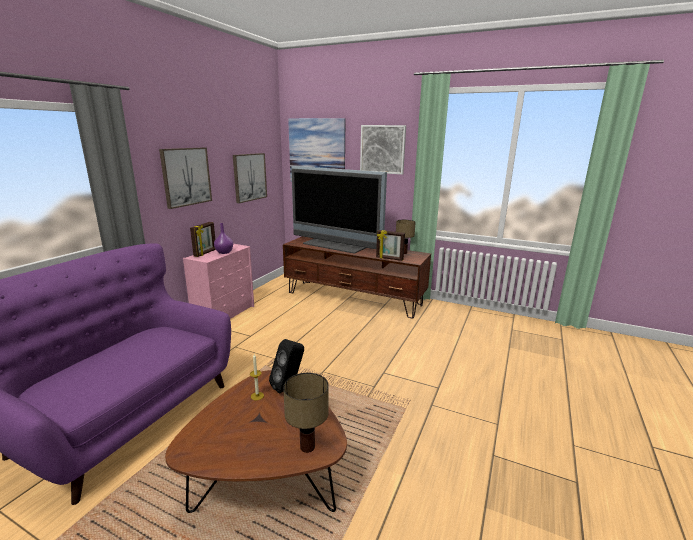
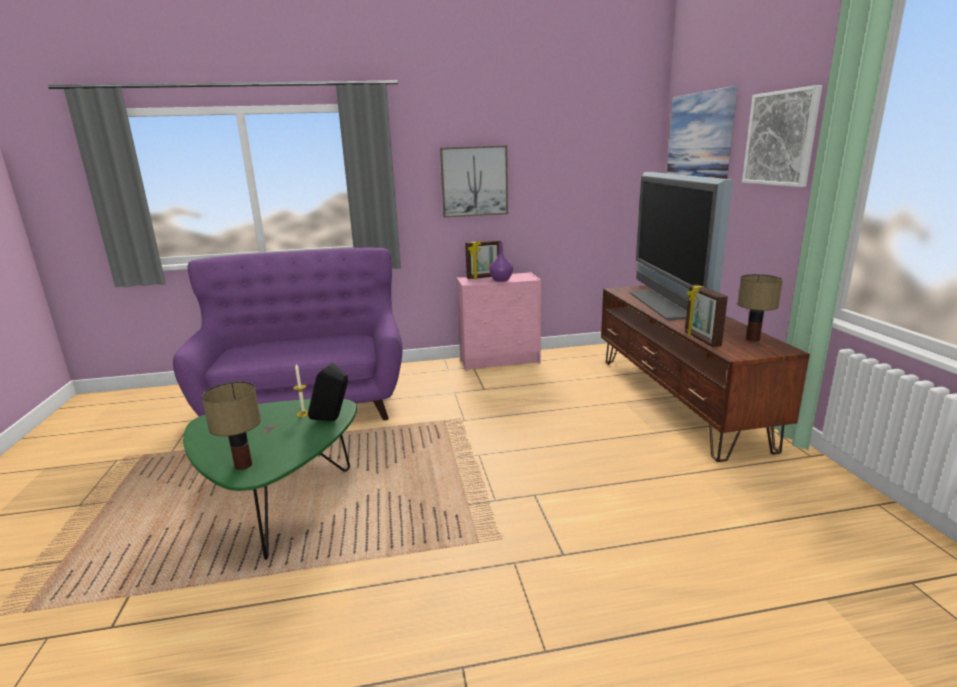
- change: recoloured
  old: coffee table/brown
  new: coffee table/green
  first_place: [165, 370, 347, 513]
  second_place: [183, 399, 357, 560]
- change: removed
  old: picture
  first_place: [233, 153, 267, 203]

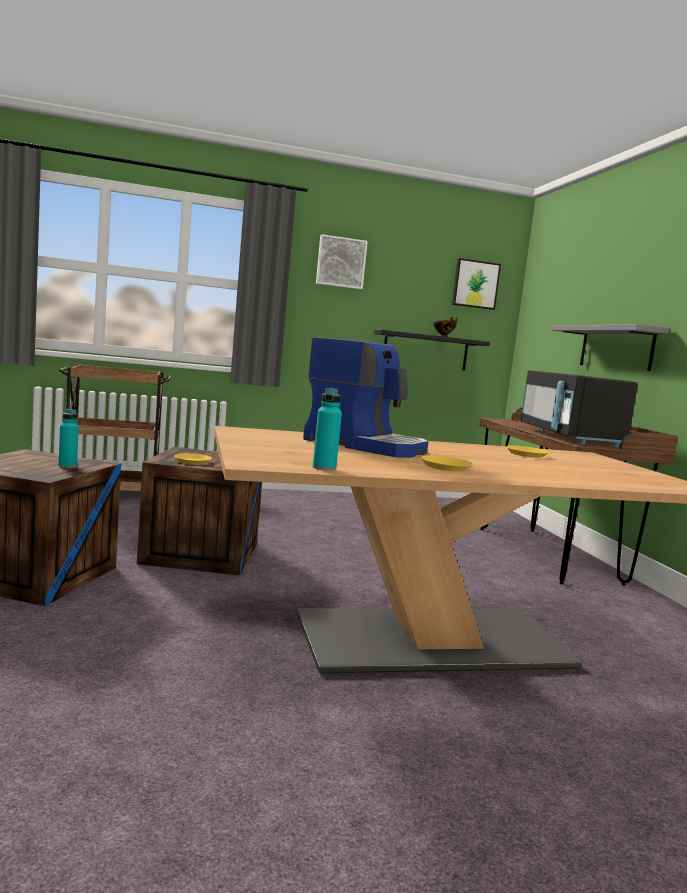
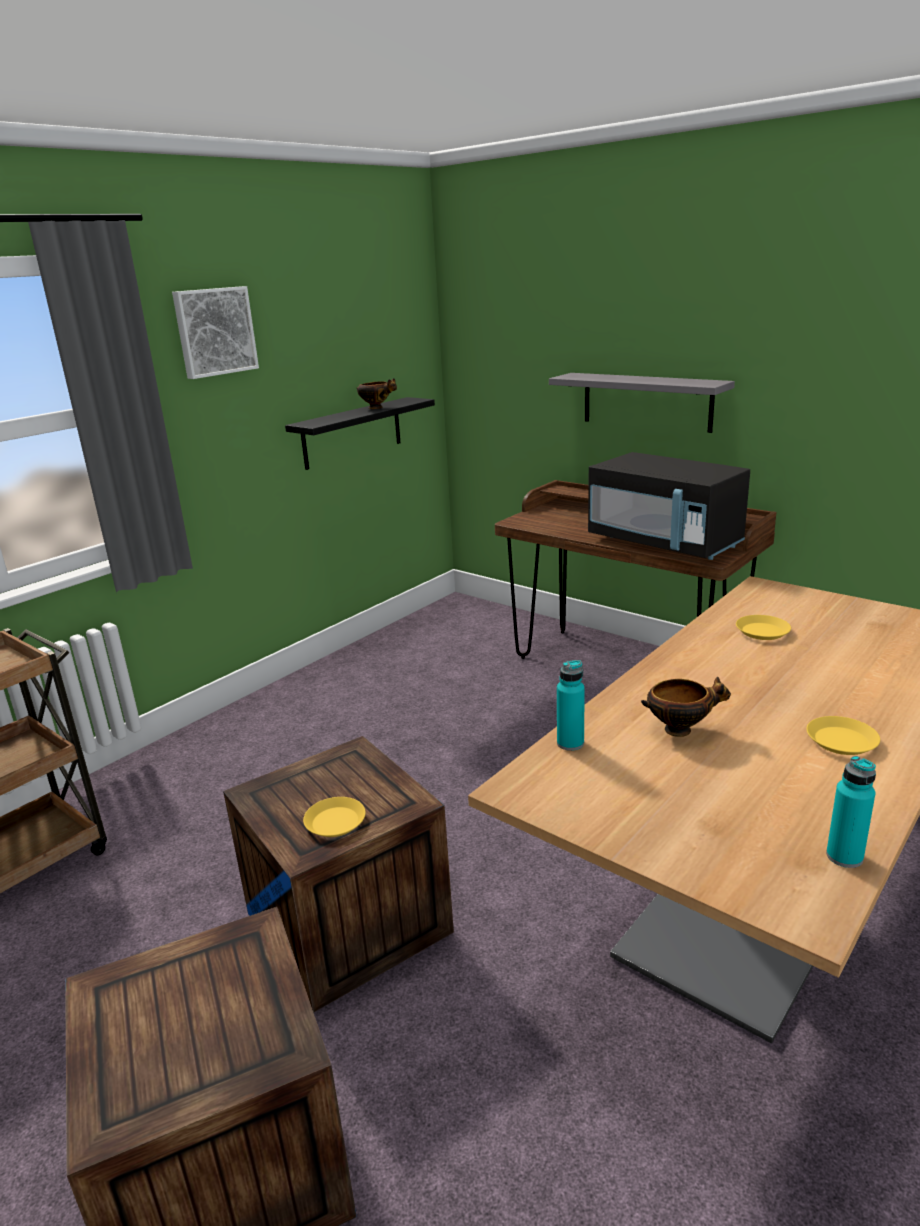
- change: moved
  old: drink bottle/blue-green
  first_place: [58, 409, 79, 468]
  second_place: [557, 660, 585, 751]
- change: replaced
  old: coffee brewer
  new: bowl
  first_place: [303, 337, 428, 458]
  second_place: [641, 676, 731, 737]
- change: removed
  old: picture
  first_place: [452, 258, 501, 310]

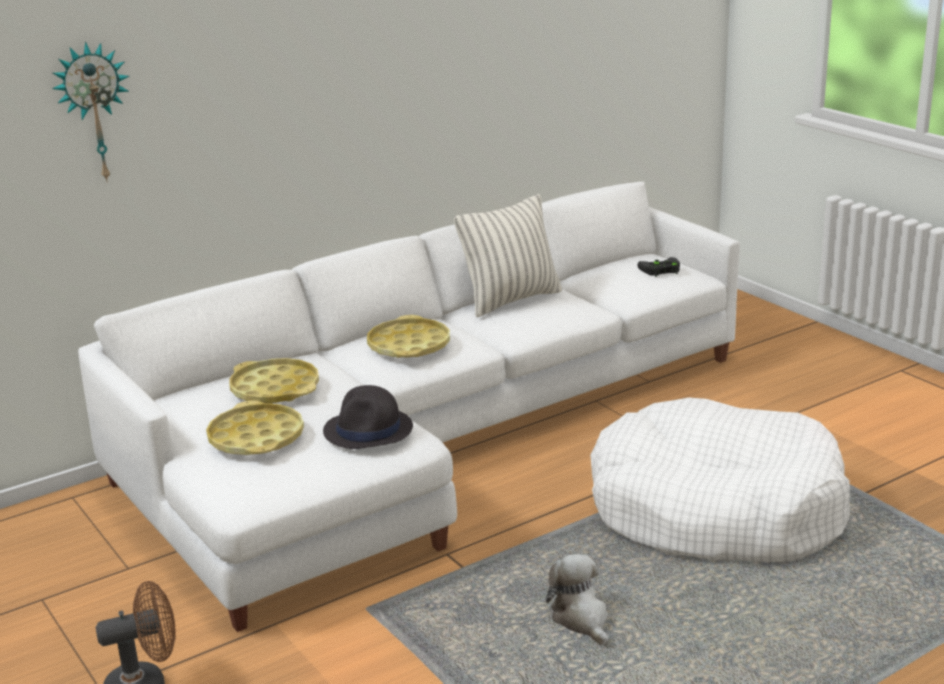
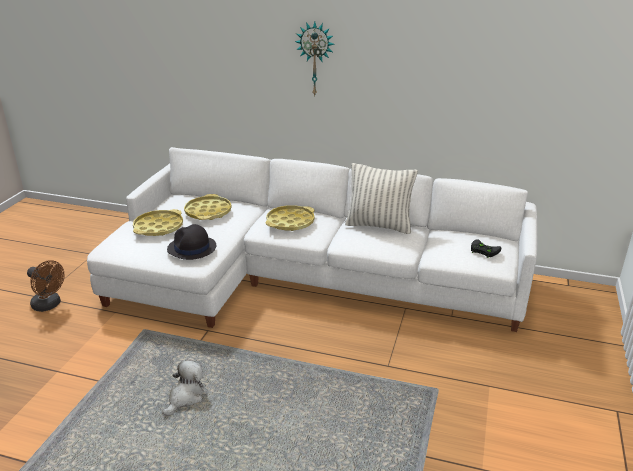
- change: moved
  old: hanging clock
  first_place: [52, 42, 130, 181]
  second_place: [295, 21, 334, 97]
- change: removed
  old: dog bed/white
  first_place: [590, 397, 850, 562]

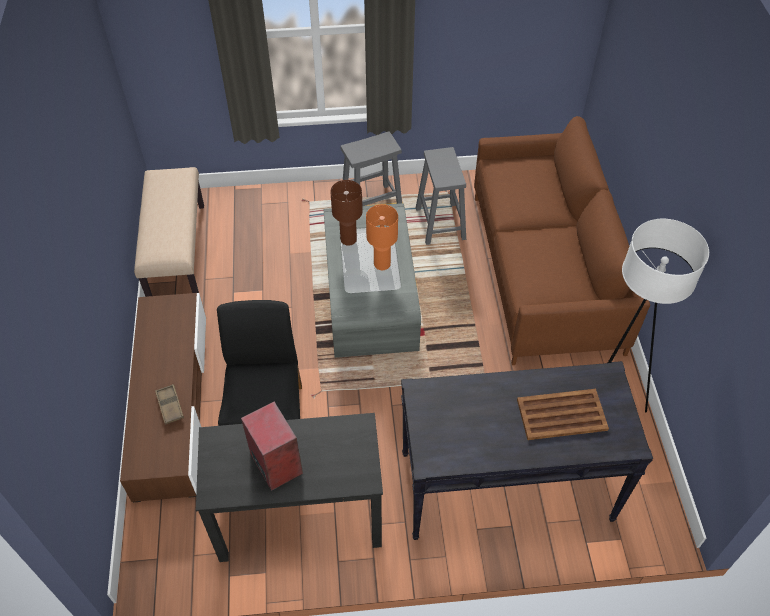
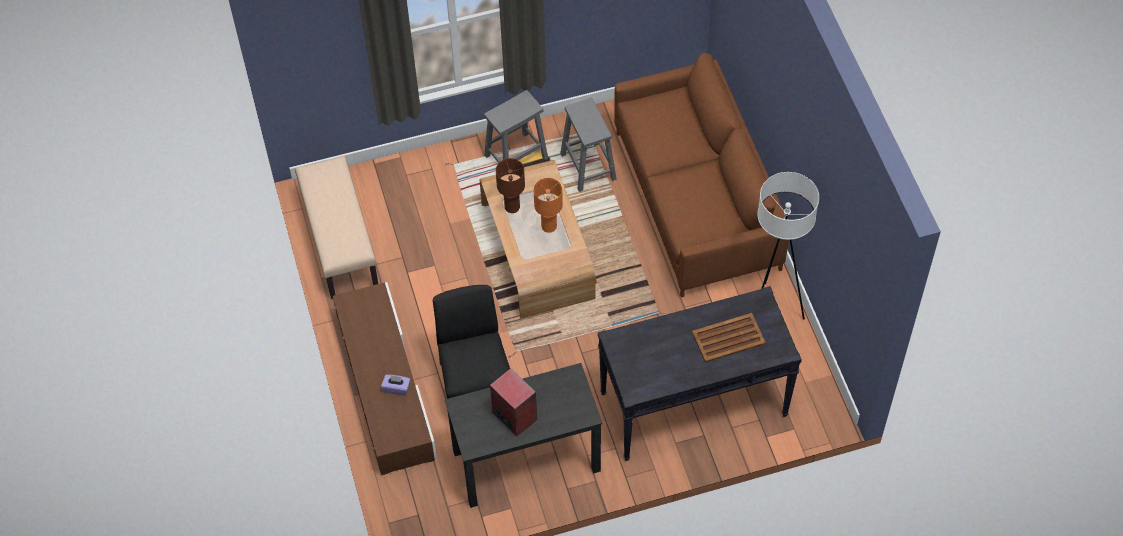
- change: replaced
  old: serving tray/brown
  new: tissue holder/purple
  first_place: [155, 384, 184, 425]
  second_place: [381, 375, 410, 395]
- change: recoloured
  old: coffee table/greyish
  new: coffee table/brown
  first_place: [323, 203, 421, 358]
  second_place: [480, 160, 595, 319]

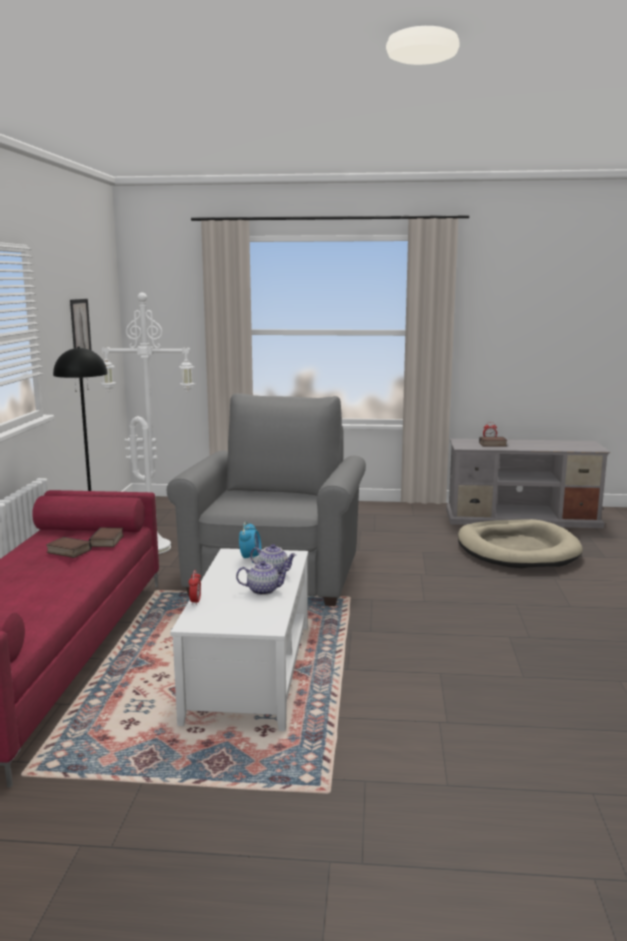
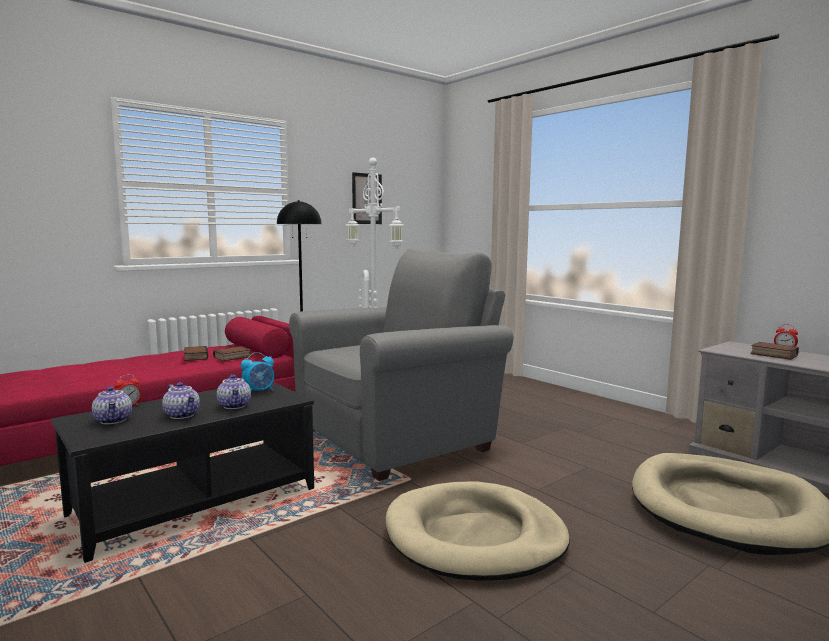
- change: recoloured
  old: coffee table/white
  new: coffee table/black
  first_place: [170, 548, 308, 731]
  second_place: [51, 382, 314, 563]
- change: added
  new: pot for tea
  second_place: [92, 387, 132, 424]
- change: added
  new: dog bed/beige
  second_place: [385, 481, 570, 581]

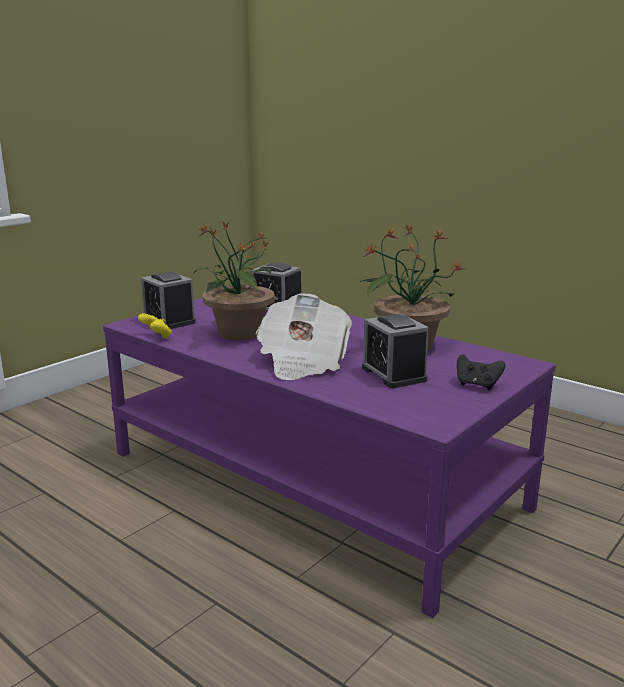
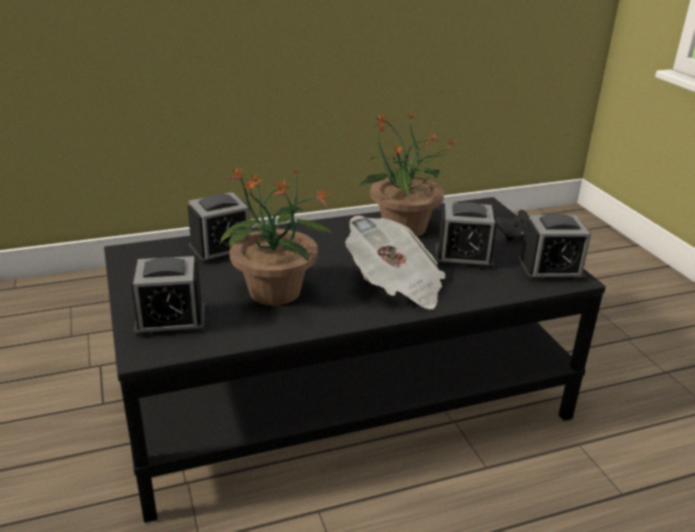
- change: recoloured
  old: coffee table/purple
  new: coffee table/black
  first_place: [103, 298, 556, 618]
  second_place: [104, 197, 606, 523]
- change: removed
  old: joypad/yellow
  first_place: [138, 314, 172, 339]
- change: added
  new: alarm clock
  second_place: [518, 214, 591, 281]

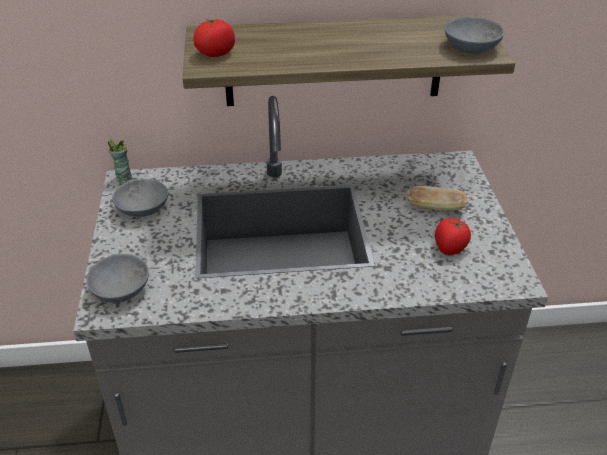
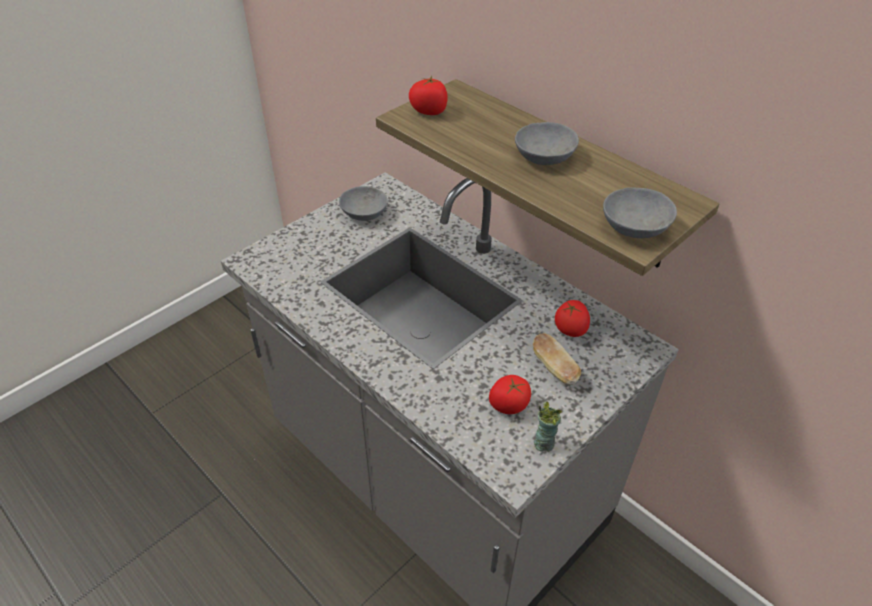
- change: moved
  old: bowl/greyish
  first_place: [86, 254, 149, 303]
  second_place: [515, 122, 579, 165]
- change: moved
  old: small cup
  first_place: [108, 139, 132, 183]
  second_place: [534, 402, 562, 452]
- change: added
  new: whole tomato
  second_place: [555, 300, 590, 337]

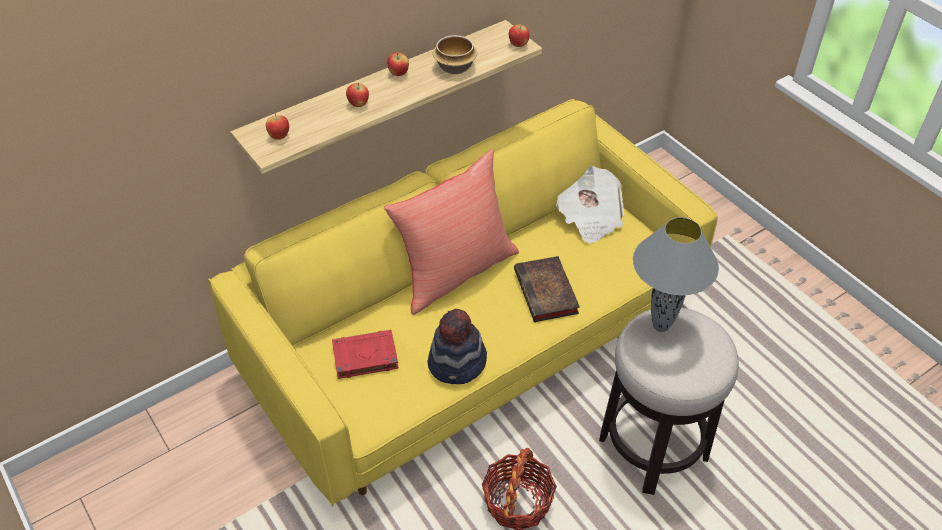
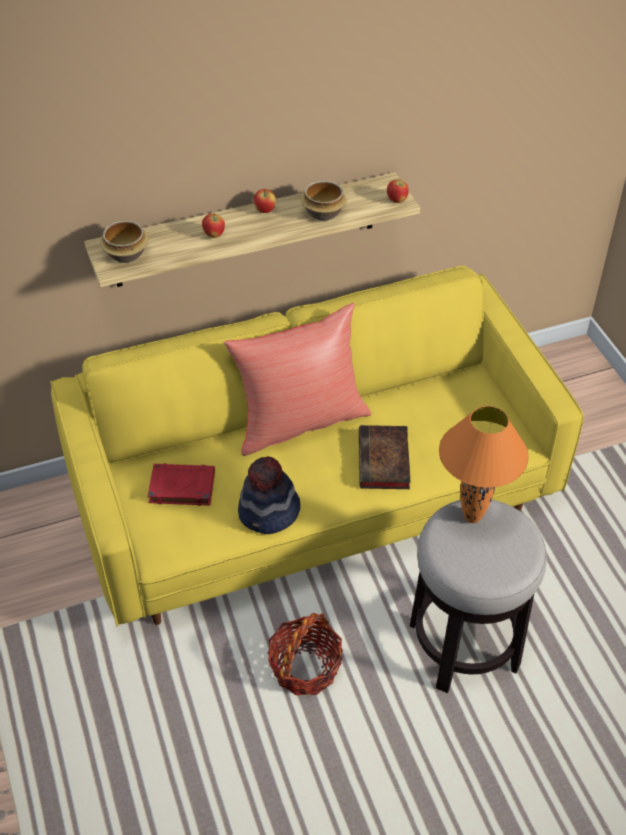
- change: replaced
  old: apple
  new: bowl
  first_place: [266, 113, 289, 140]
  second_place: [100, 220, 148, 263]
- change: removed
  old: daily paper
  first_place: [556, 165, 624, 244]
- change: recoloured
  old: tabletop lamp/greyish
  new: tabletop lamp/orange-coloured
  first_place: [633, 217, 719, 332]
  second_place: [439, 406, 529, 523]

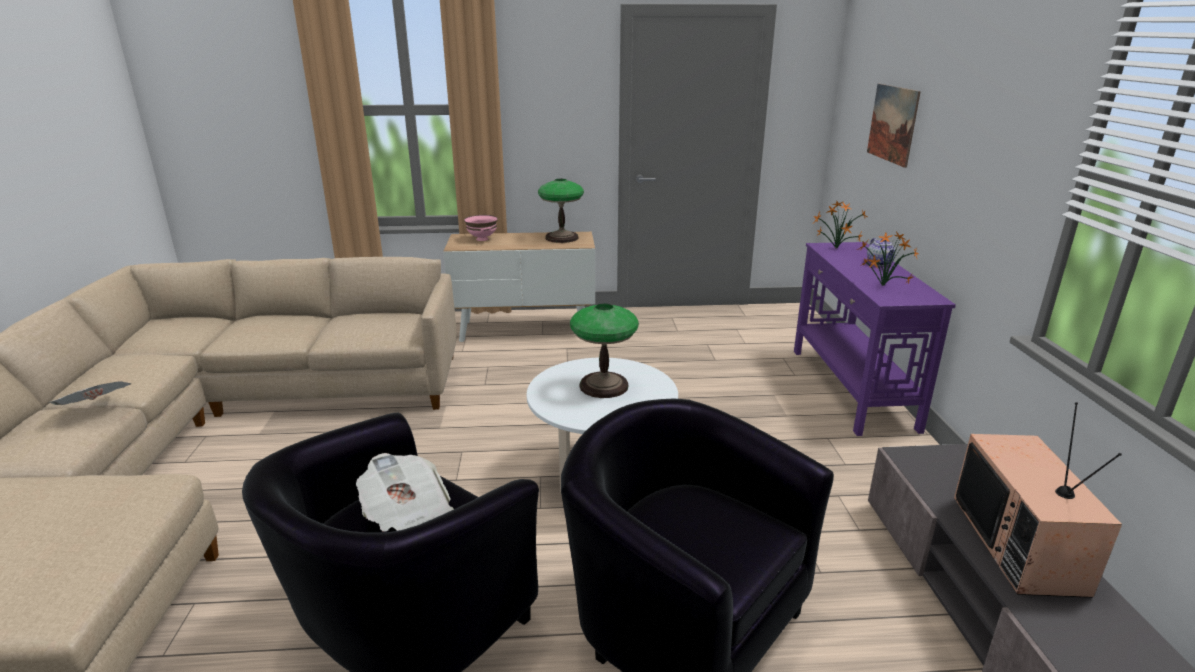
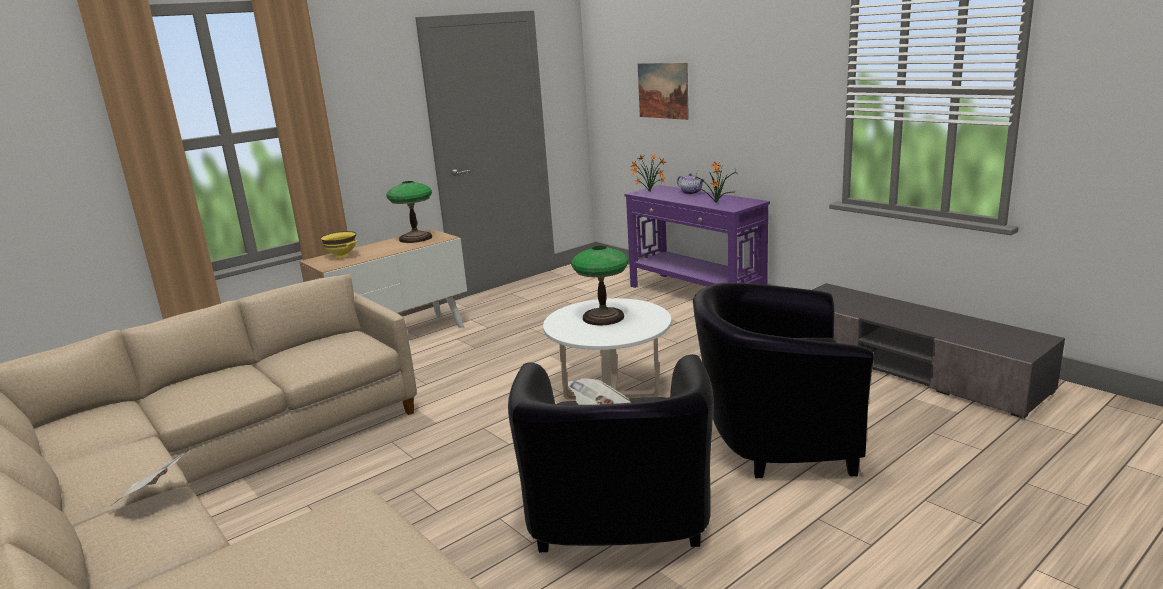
- change: recoloured
  old: bowl/pink
  new: bowl/yellow
  first_place: [464, 215, 498, 241]
  second_place: [320, 231, 358, 258]
- change: removed
  old: TV
  first_place: [954, 402, 1122, 598]

